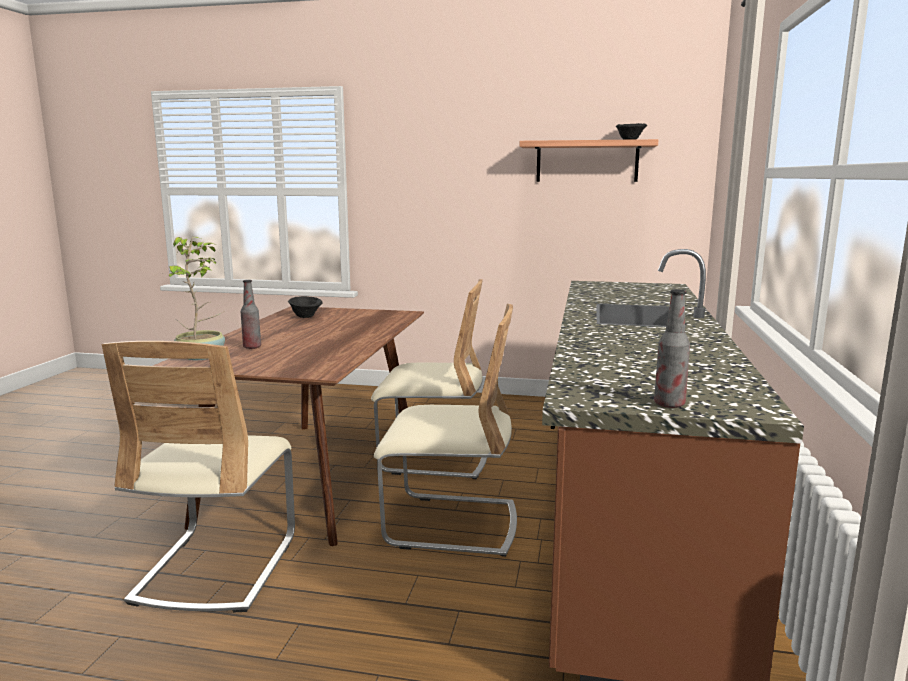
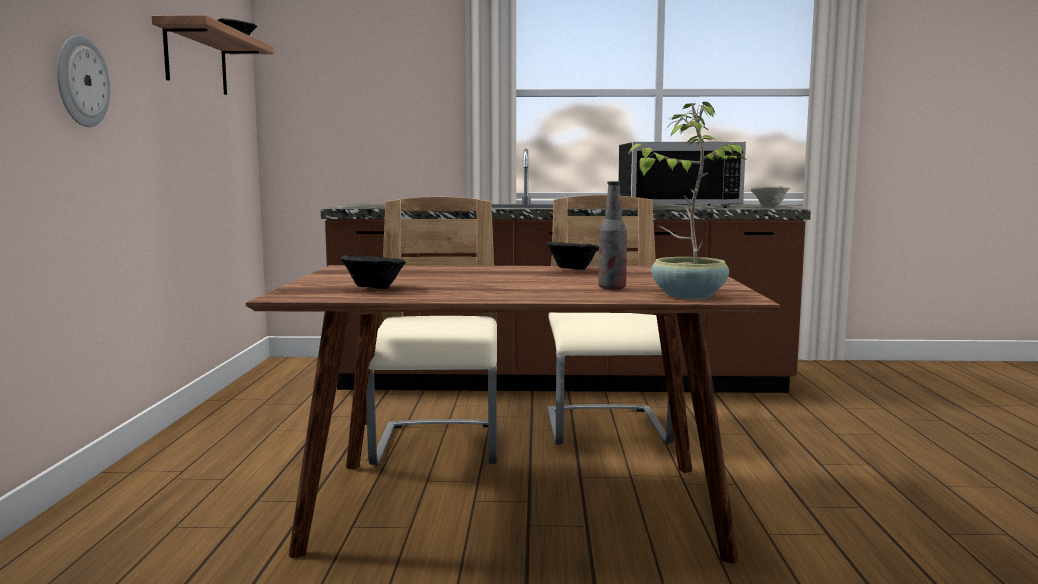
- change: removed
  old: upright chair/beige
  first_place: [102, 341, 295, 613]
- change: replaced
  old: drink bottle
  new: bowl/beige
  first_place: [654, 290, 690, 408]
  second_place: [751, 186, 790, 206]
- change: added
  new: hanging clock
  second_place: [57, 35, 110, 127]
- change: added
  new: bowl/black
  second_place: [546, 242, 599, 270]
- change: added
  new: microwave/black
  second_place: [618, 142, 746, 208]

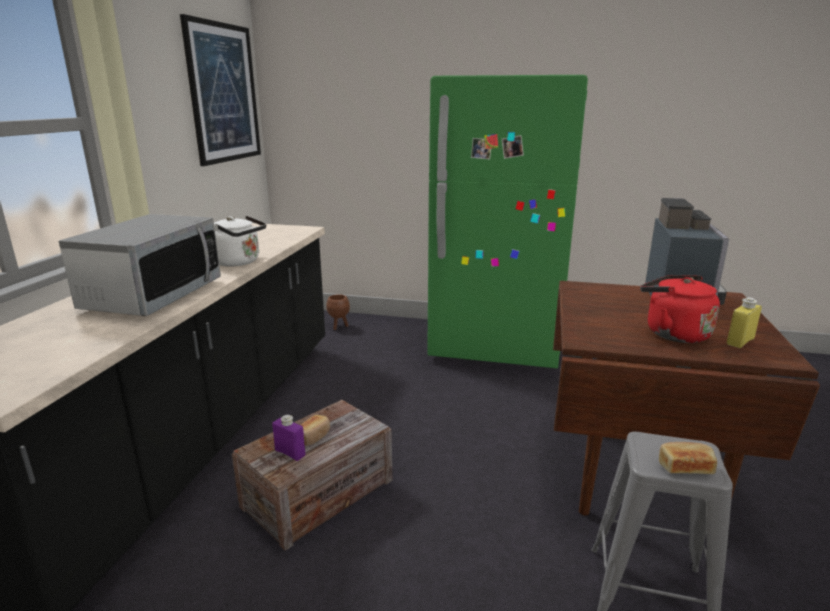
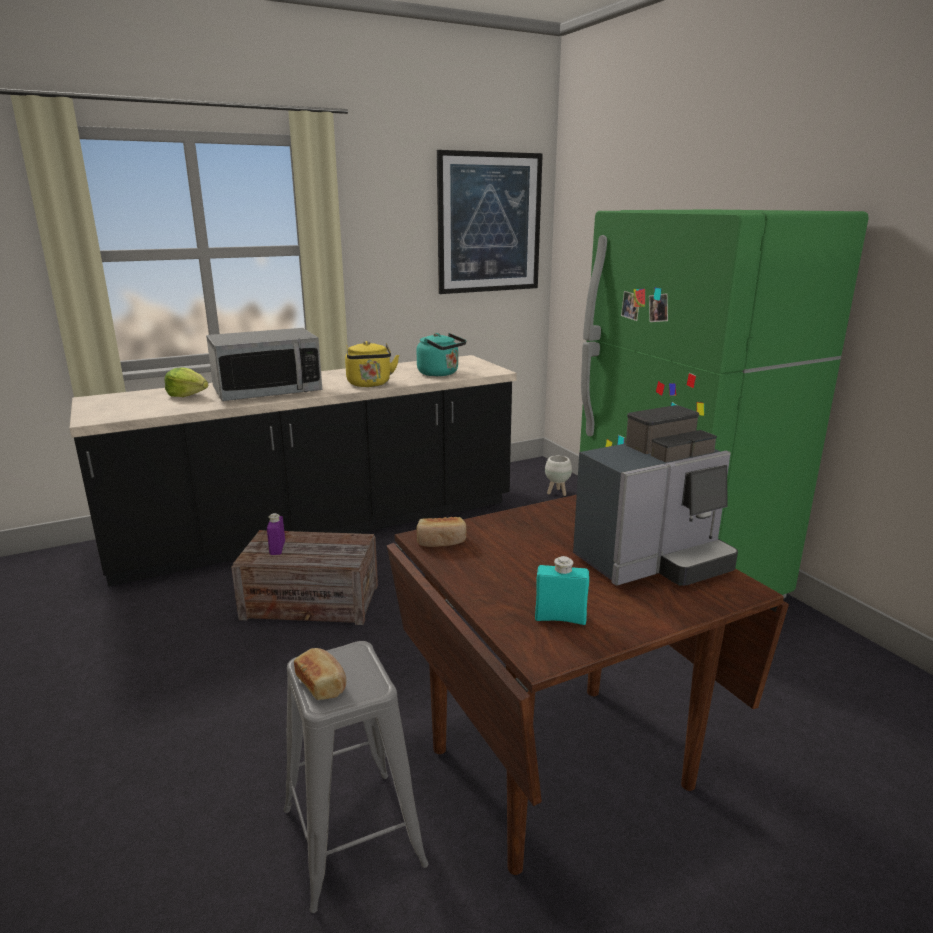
- change: recoloured
  old: water kettle/white
  new: water kettle/yellow
  first_place: [214, 216, 266, 266]
  second_place: [345, 341, 399, 387]
- change: moved
  old: bread
  first_place: [300, 415, 330, 446]
  second_place: [416, 517, 466, 547]
- change: recoloured
  old: flower pot/brown
  new: flower pot/white
  first_place: [326, 294, 350, 330]
  second_place: [545, 455, 572, 496]
- change: removed
  old: water kettle/reddish
  first_place: [640, 275, 720, 343]
- change: recoloured
  old: drink bottle/yellow
  new: drink bottle/blue-green
  first_place: [727, 297, 762, 348]
  second_place: [535, 556, 589, 625]
- change: added
  new: lettuce
  second_place: [164, 367, 208, 397]
- change: added
  new: water kettle/blue-green
  second_place: [417, 333, 466, 376]

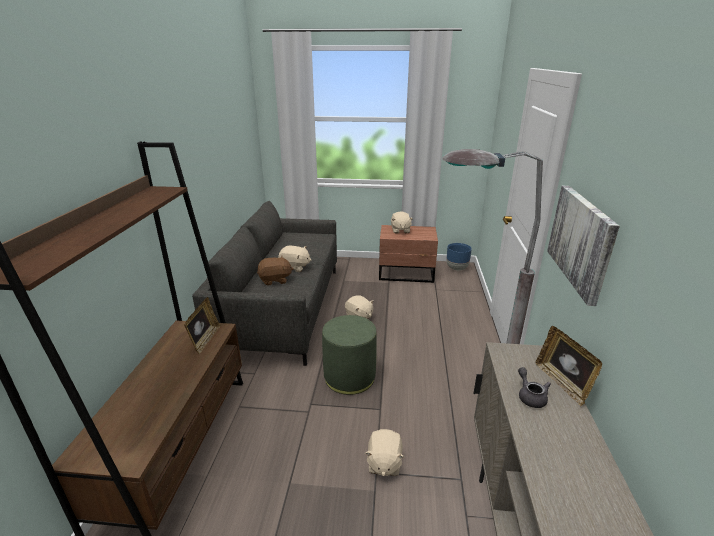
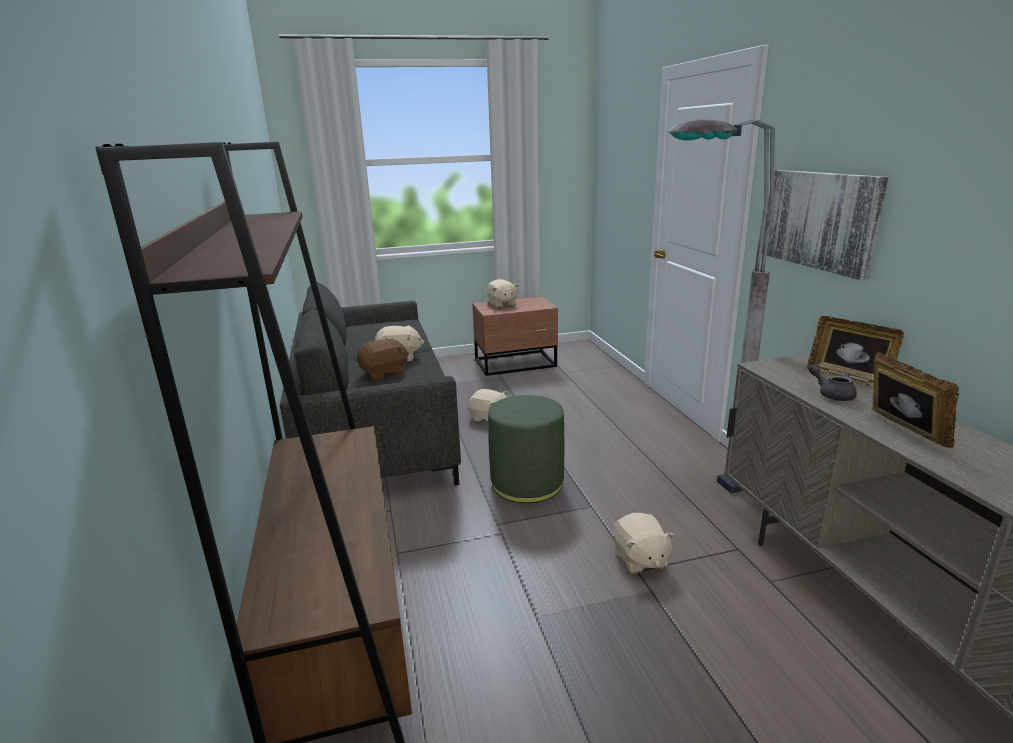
- change: moved
  old: picture frame
  first_place: [184, 297, 221, 354]
  second_place: [872, 352, 959, 448]
- change: removed
  old: flower pot/bluish
  first_place: [446, 243, 472, 271]

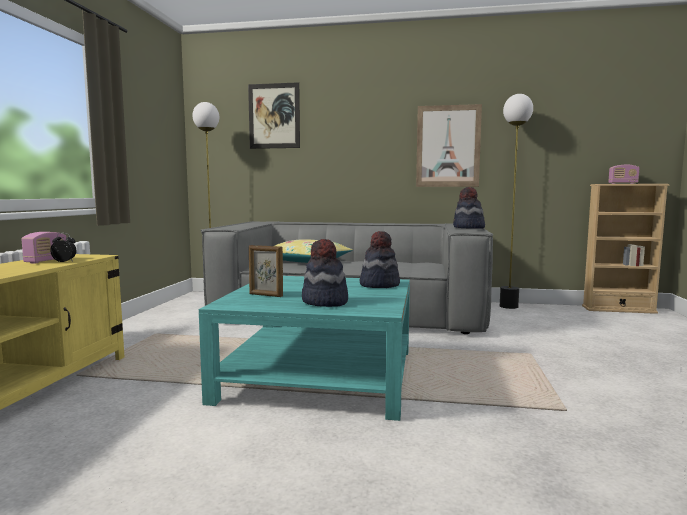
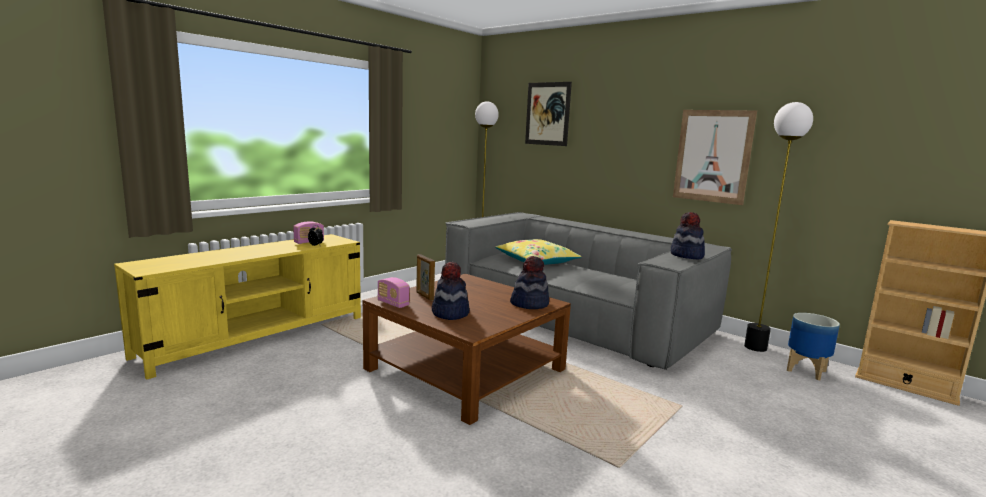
- change: recoloured
  old: coffee table/blue-green
  new: coffee table/brown
  first_place: [199, 276, 410, 421]
  second_place: [363, 274, 571, 425]
- change: moved
  old: radio set
  first_place: [608, 165, 639, 184]
  second_place: [378, 277, 410, 308]
- change: added
  new: flower pot
  second_place: [787, 313, 840, 380]

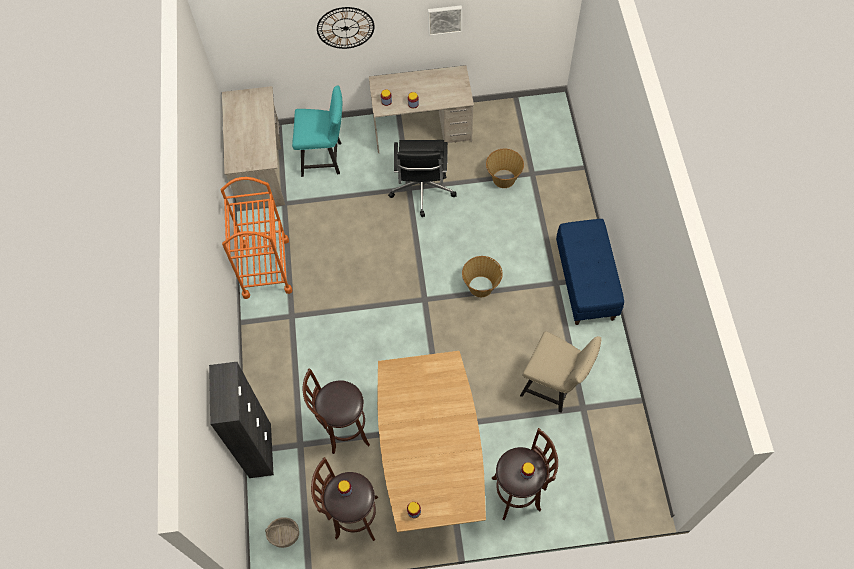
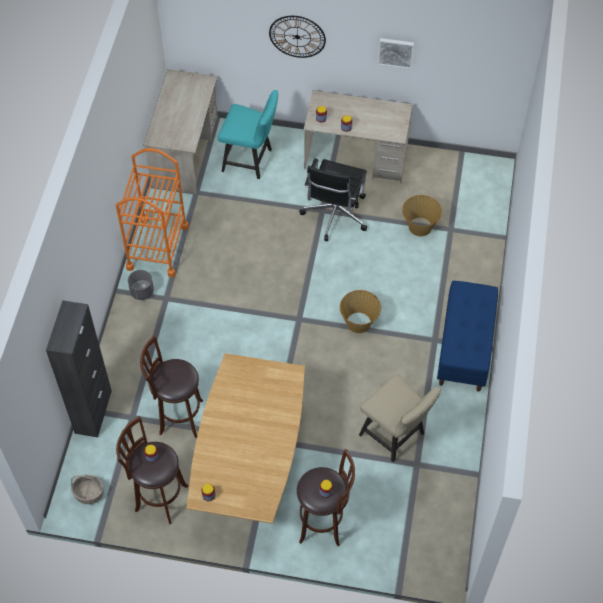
- change: added
  new: flower pot/greyish
  second_place: [128, 270, 154, 300]

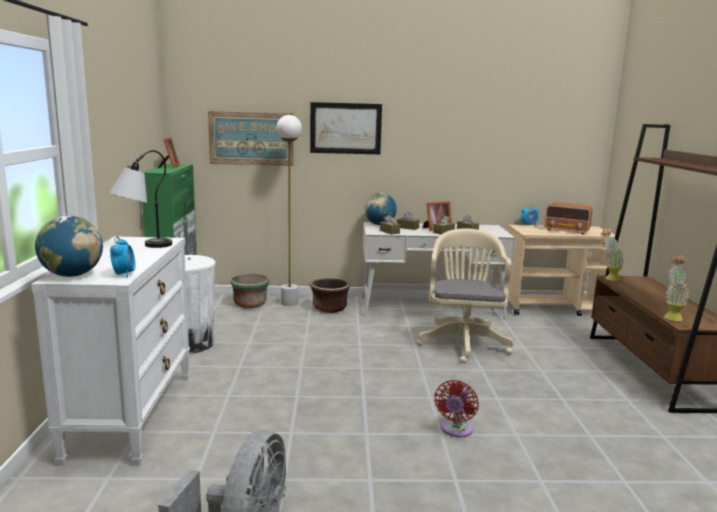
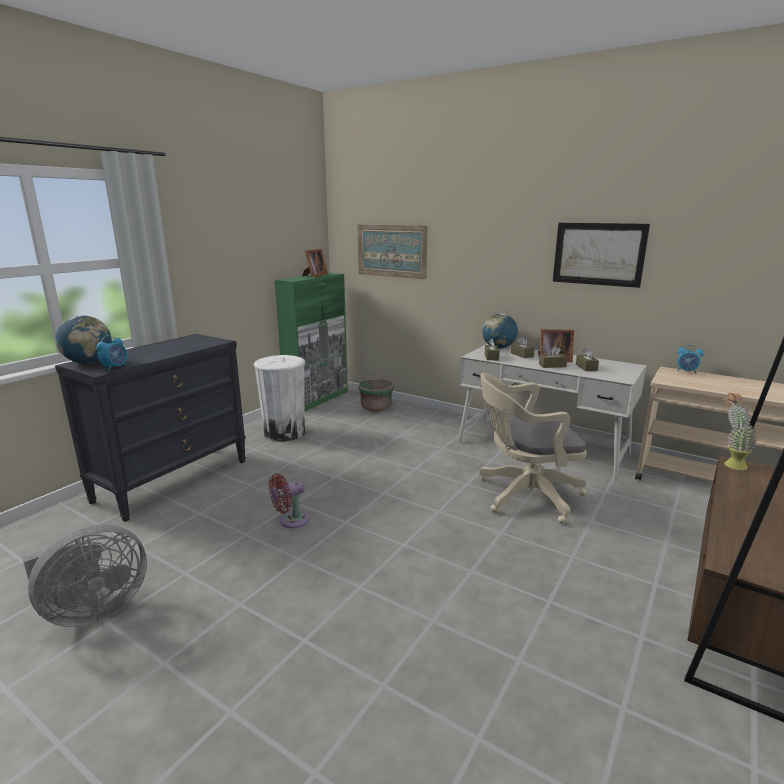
- change: recoloured
  old: chest of drawers/white
  new: chest of drawers/black
  first_place: [31, 236, 190, 466]
  second_place: [55, 334, 246, 522]
- change: removed
  old: tabletop lamp
  first_place: [108, 150, 172, 248]
- change: removed
  old: standing lamp/white
  first_place: [277, 115, 302, 306]
- change: moved
  old: picture
  first_place: [310, 102, 382, 154]
  second_place: [553, 223, 650, 288]
- change: removed
  old: flower pot/brown
  first_place: [310, 278, 350, 313]
- change: turned
  old: computer chair/beige
  first_place: [417, 228, 514, 363]
  second_place: [479, 373, 587, 524]
  degrees: -135
- change: moved
  old: fan/reddish
  first_place: [435, 380, 479, 438]
  second_place: [269, 474, 309, 528]
- change: removed
  old: radio set
  first_place: [544, 202, 593, 235]
- change: removed
  old: plant in a pot
  first_place: [664, 255, 689, 321]

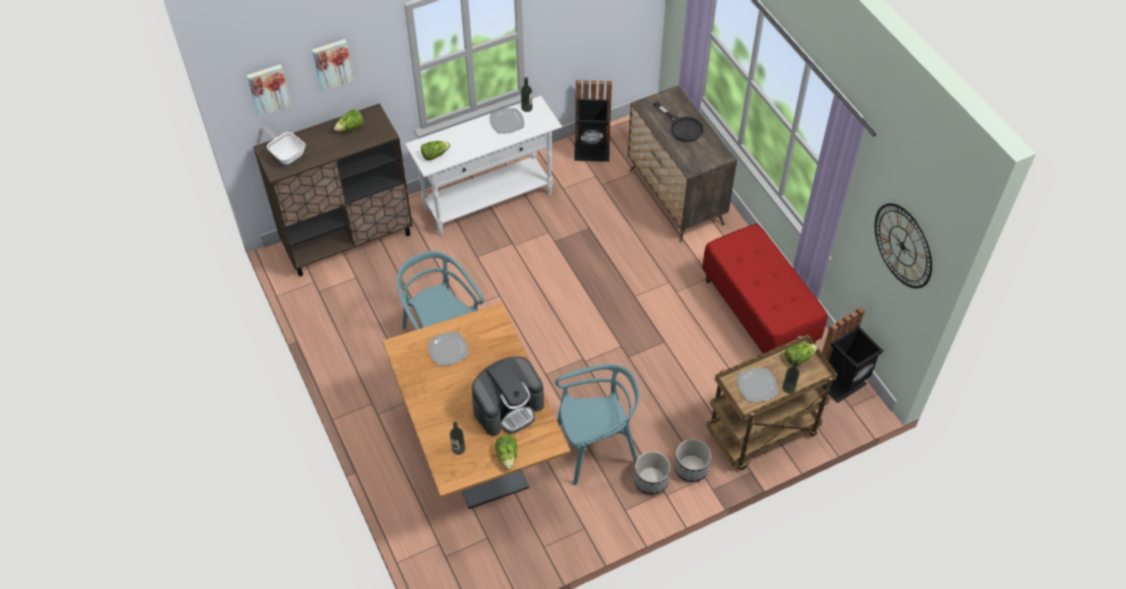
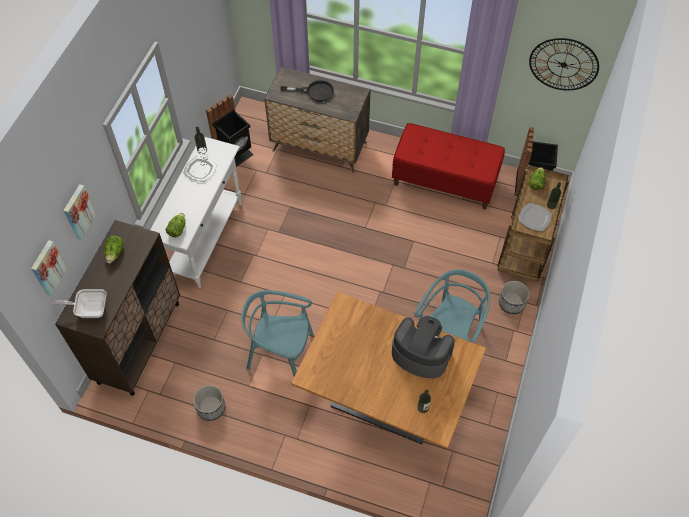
- change: removed
  old: dinner plate
  first_place: [428, 332, 468, 366]
- change: turned
  old: coffee brewer
  first_place: [472, 356, 544, 436]
  second_place: [392, 316, 455, 379]
  degrees: -75
- change: removed
  old: lettuce
  first_place: [495, 435, 518, 469]
- change: moved
  old: flower pot
  first_place: [634, 451, 671, 495]
  second_place: [193, 385, 225, 421]

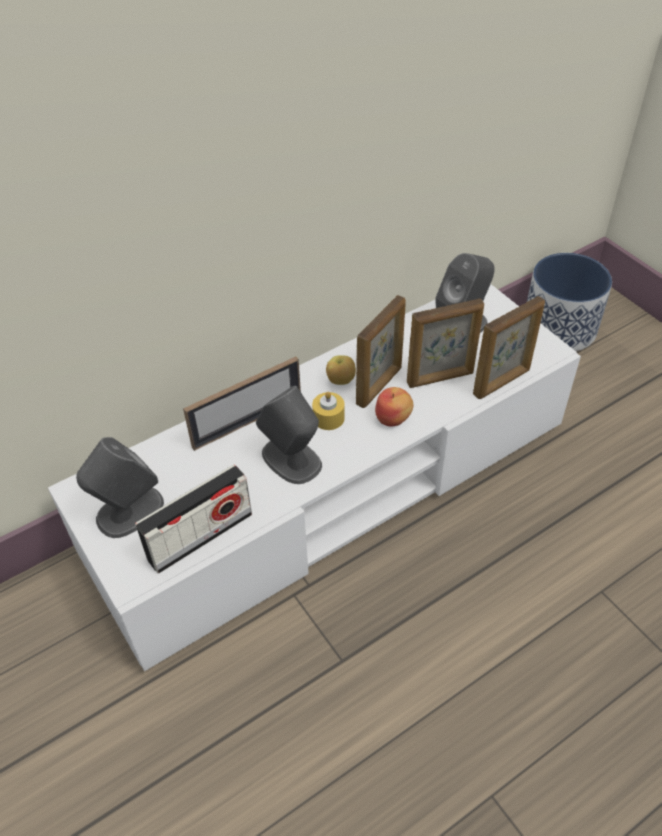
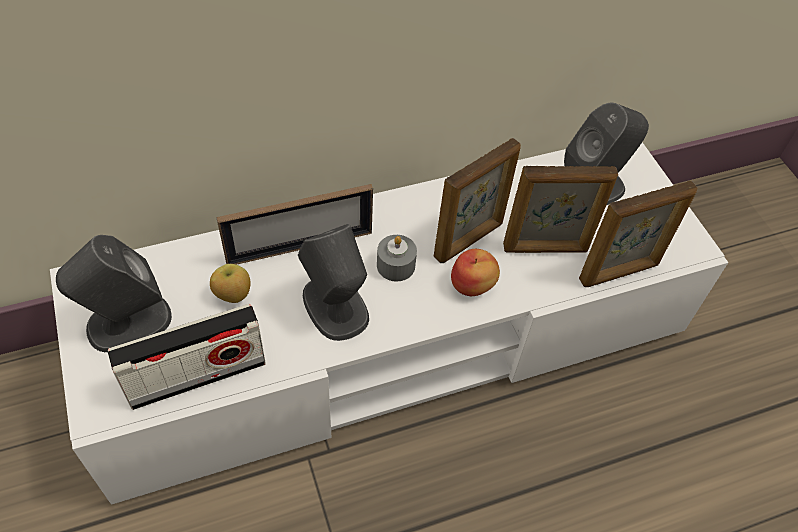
- change: recoloured
  old: wax light/yellow
  new: wax light/greyish
  first_place: [312, 392, 345, 430]
  second_place: [377, 235, 417, 281]
- change: moved
  old: apple
  first_place: [326, 355, 356, 385]
  second_place: [210, 264, 251, 303]
- change: removed
  old: flower pot
  first_place: [527, 253, 612, 351]

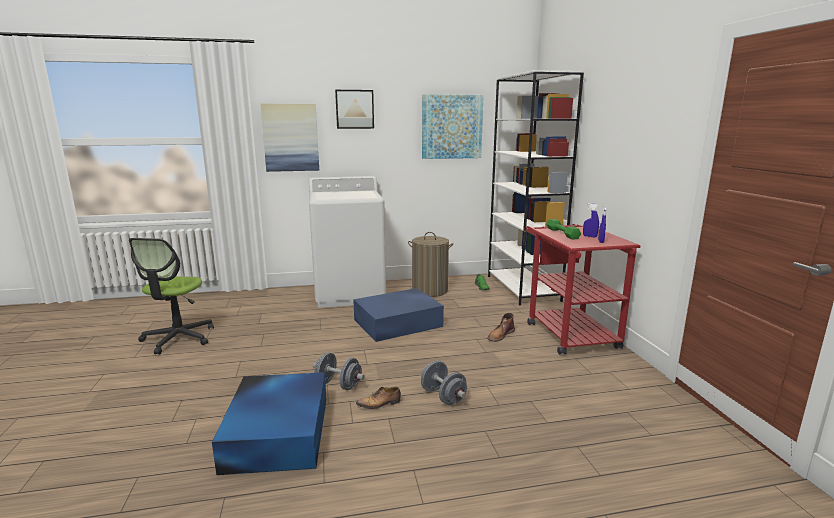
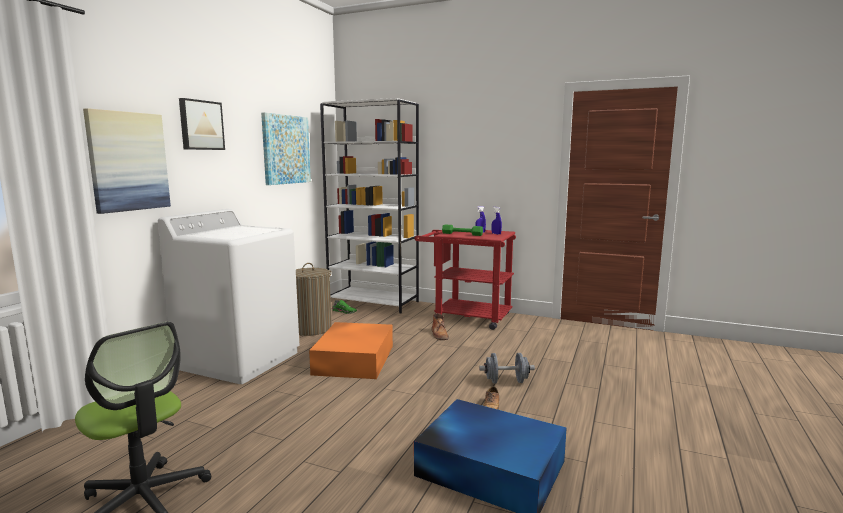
- change: removed
  old: hand weight/greyish
  first_place: [313, 352, 365, 390]
- change: recoloured
  old: storage box/bluish
  new: storage box/orange-coloured
  first_place: [353, 288, 444, 342]
  second_place: [309, 322, 393, 379]

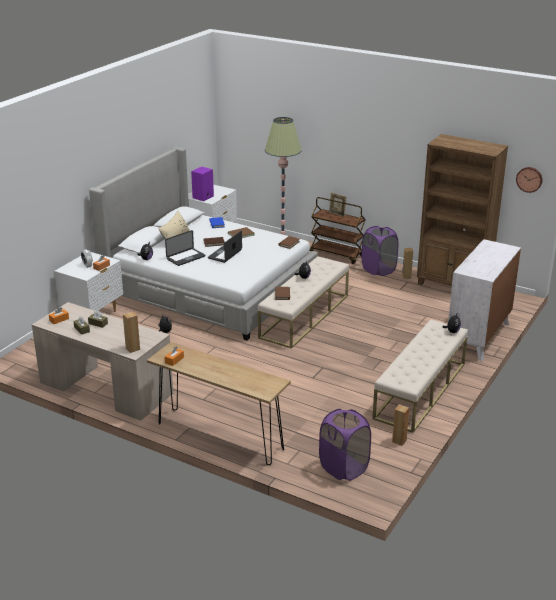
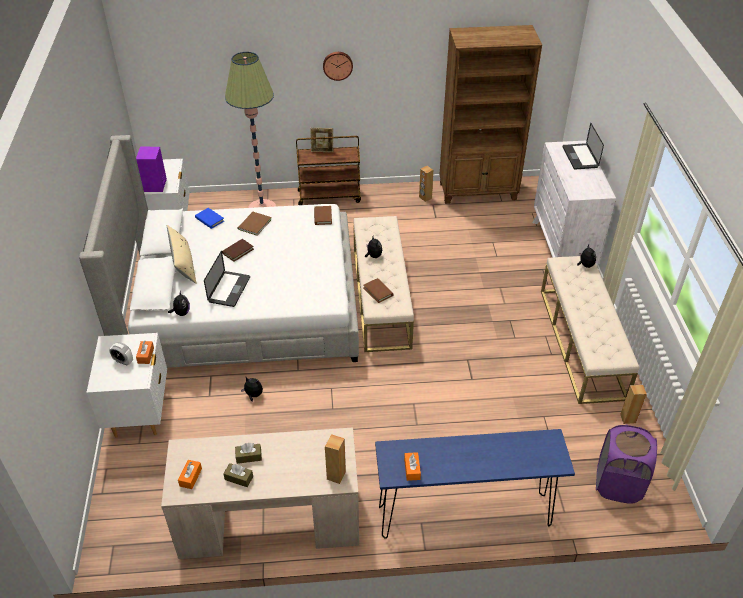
- change: recoloured
  old: hall table/brown
  new: hall table/bluish
  first_place: [147, 342, 291, 465]
  second_place: [375, 429, 575, 539]
- change: moved
  old: notebook computer
  first_place: [208, 230, 242, 263]
  second_place: [563, 123, 604, 170]
- change: removed
  old: laundry basket/purple
  first_place: [362, 226, 398, 276]
- change: moved
  old: hanging clock
  first_place: [516, 167, 542, 193]
  second_place: [323, 52, 353, 81]

